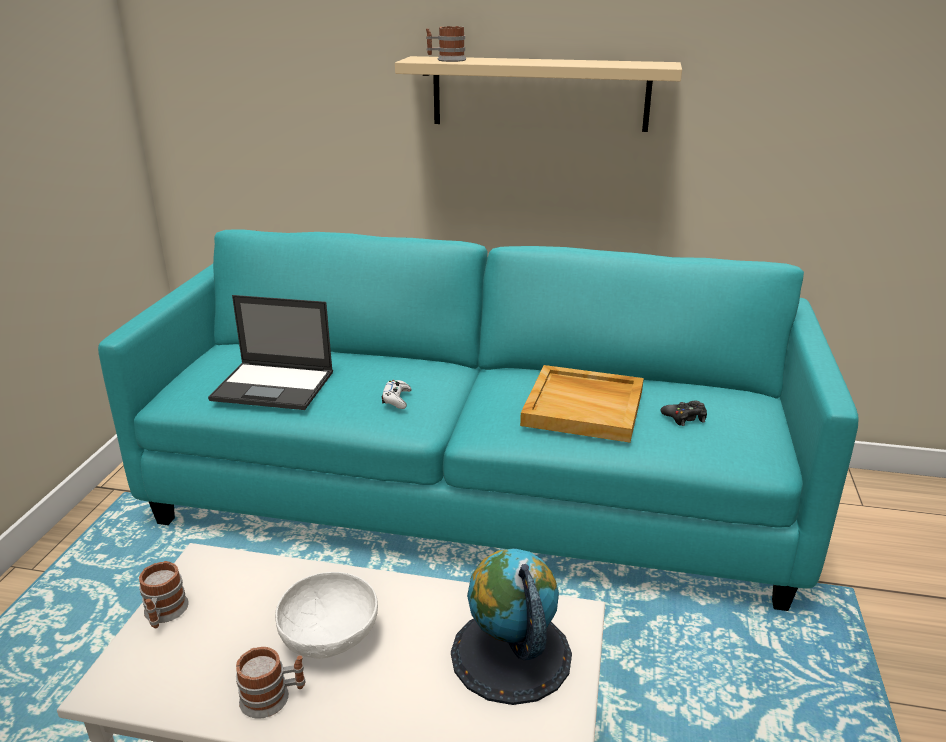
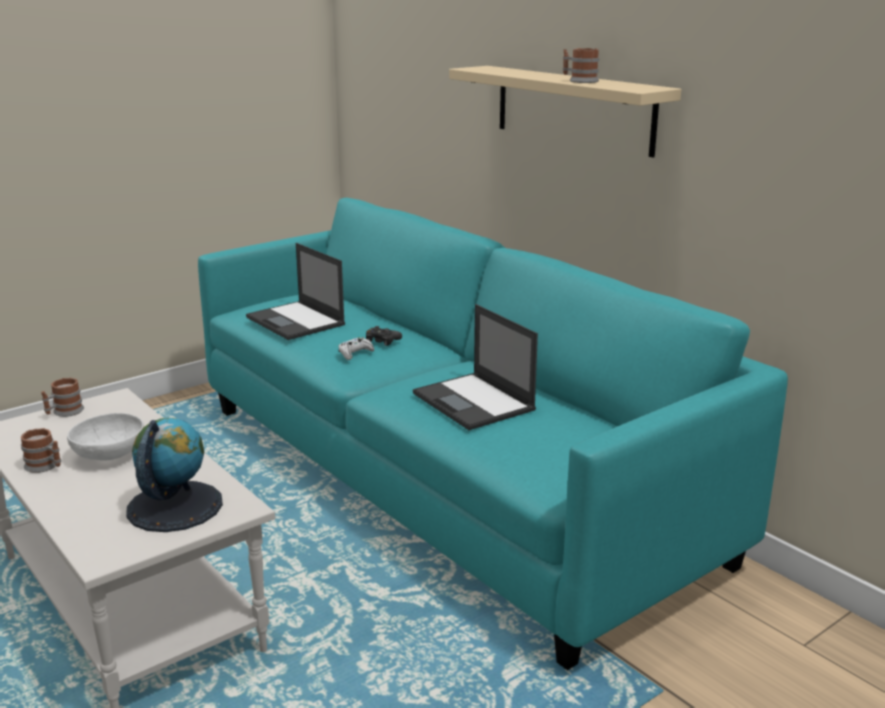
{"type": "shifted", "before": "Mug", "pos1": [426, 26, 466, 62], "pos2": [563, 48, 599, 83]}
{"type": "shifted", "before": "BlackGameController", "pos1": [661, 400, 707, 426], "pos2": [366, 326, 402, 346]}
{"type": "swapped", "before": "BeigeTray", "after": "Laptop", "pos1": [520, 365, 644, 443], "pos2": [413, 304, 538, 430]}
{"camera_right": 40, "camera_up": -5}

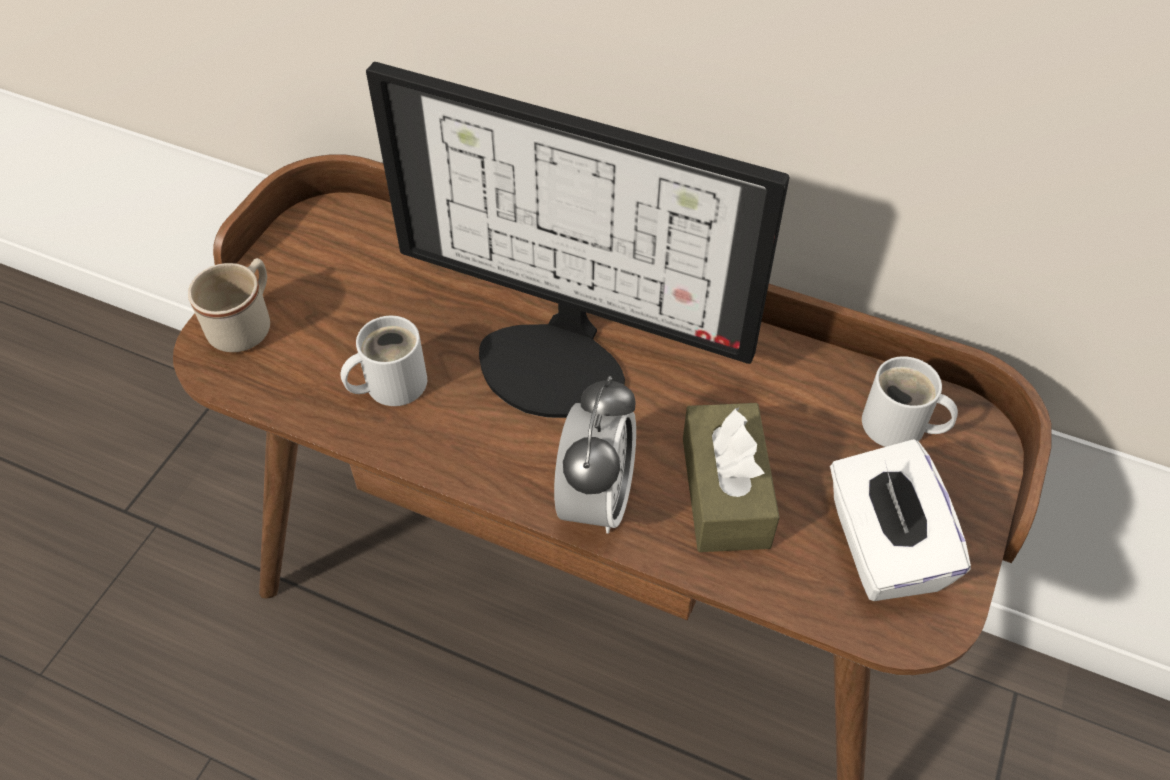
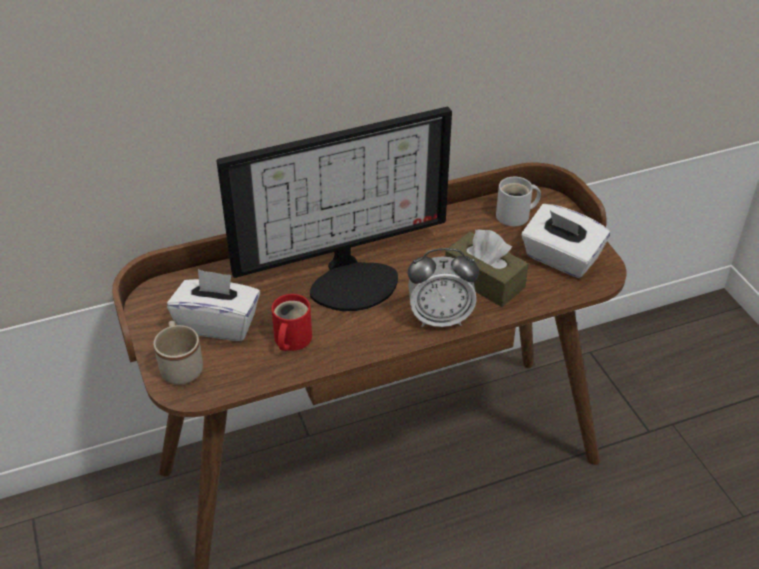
{"type": "new", "after": "WhiteTissueBox", "pos2": [167, 269, 260, 341]}
{"type": "repainted", "before": "WhiteMug", "after": "RedMug", "pos1": [341, 316, 427, 406], "pos2": [271, 294, 312, 351]}
{"type": "rotated", "before": "AlarmClock", "pos1": [554, 376, 636, 534], "pos2": [408, 248, 479, 327], "turn": 120}
{"camera_right": -45, "camera_up": -10}

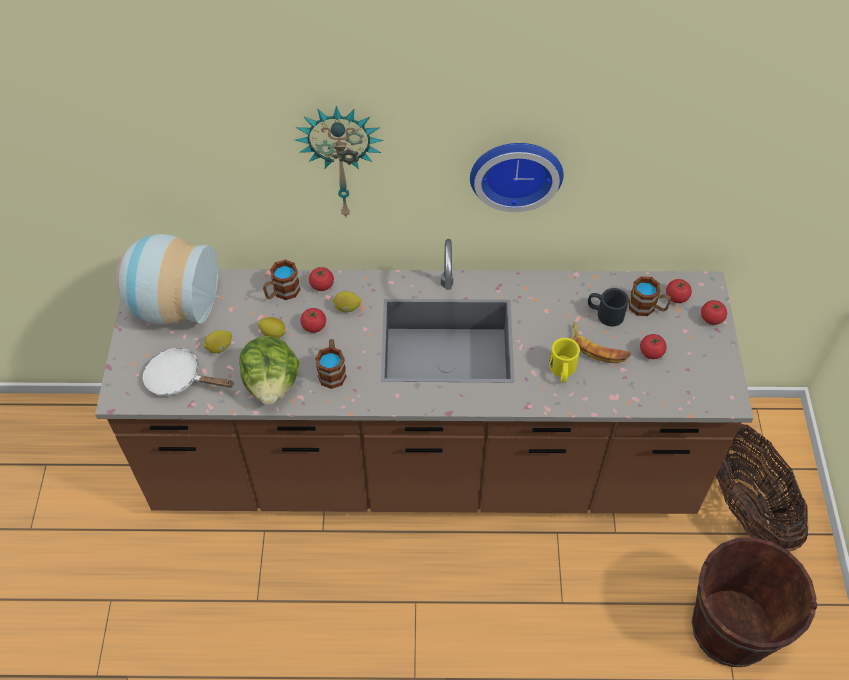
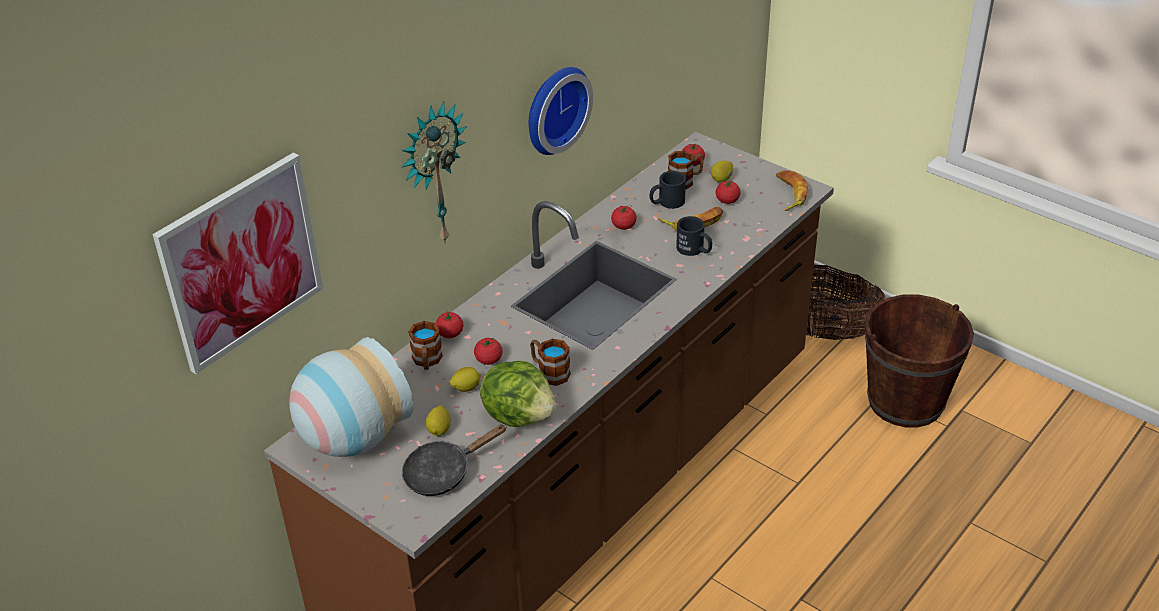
{"type": "new", "after": "Picture", "pos2": [152, 153, 323, 374]}
{"type": "new", "after": "Banana", "pos2": [776, 170, 808, 211]}
{"type": "shifted", "before": "Lemon", "pos1": [333, 291, 361, 312], "pos2": [711, 161, 733, 182]}
{"type": "shifted", "before": "Tomato", "pos1": [701, 300, 727, 325], "pos2": [611, 206, 637, 230]}
{"type": "repainted", "before": "WhiteFryingPan", "after": "BlackFryingPan", "pos1": [143, 348, 234, 396], "pos2": [402, 424, 507, 496]}
{"type": "repainted", "before": "YellowMug", "after": "BlackMug", "pos1": [549, 338, 580, 383], "pos2": [676, 216, 712, 256]}
{"camera_right": -50, "camera_up": -15}

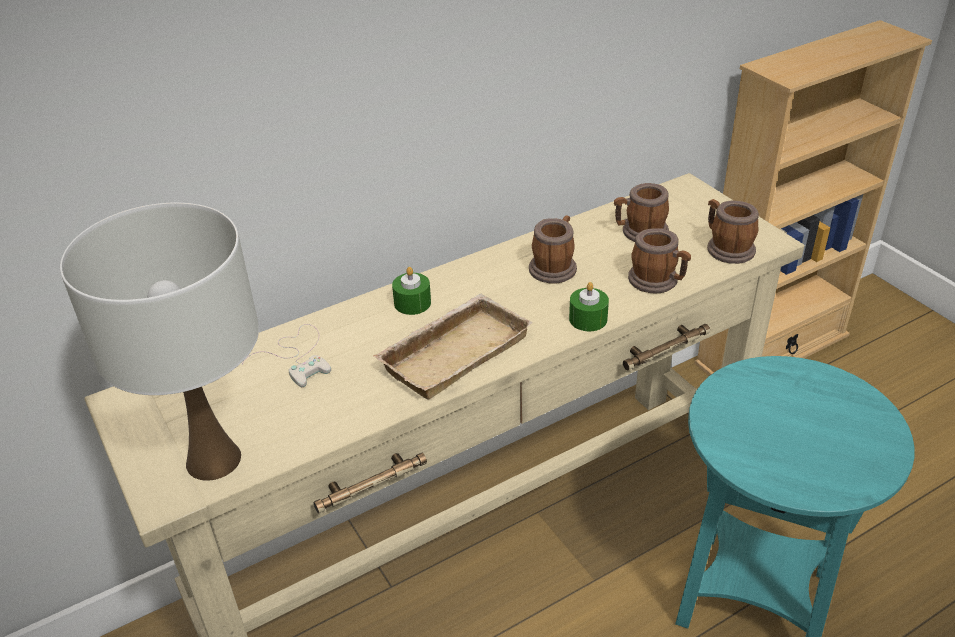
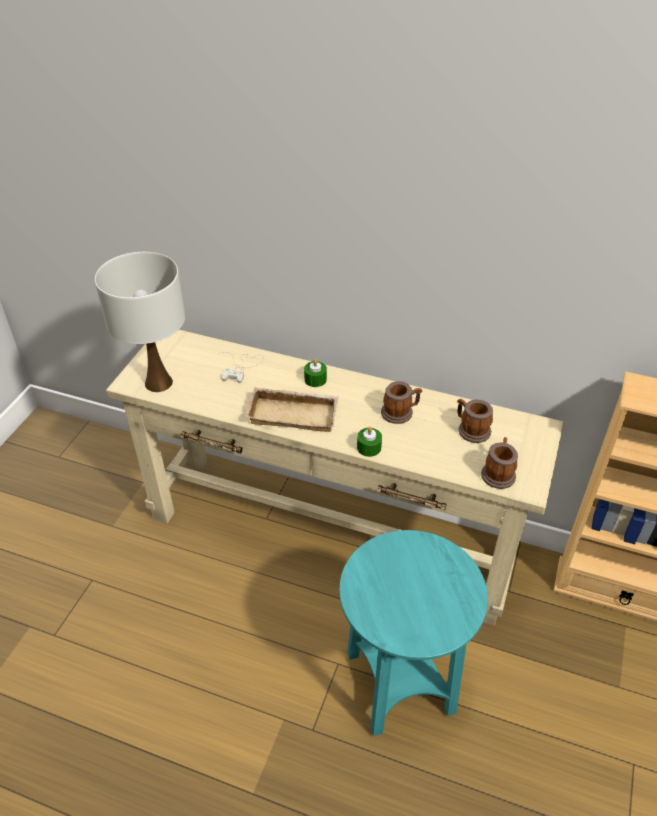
{"type": "gone", "before": "Mug", "pos1": [628, 228, 691, 293]}
{"camera_right": 50, "camera_up": 5}

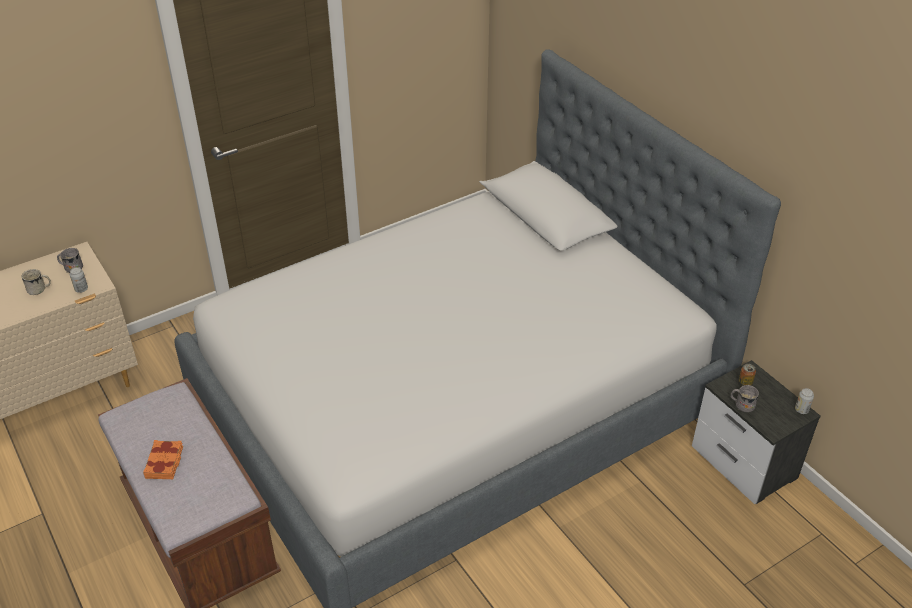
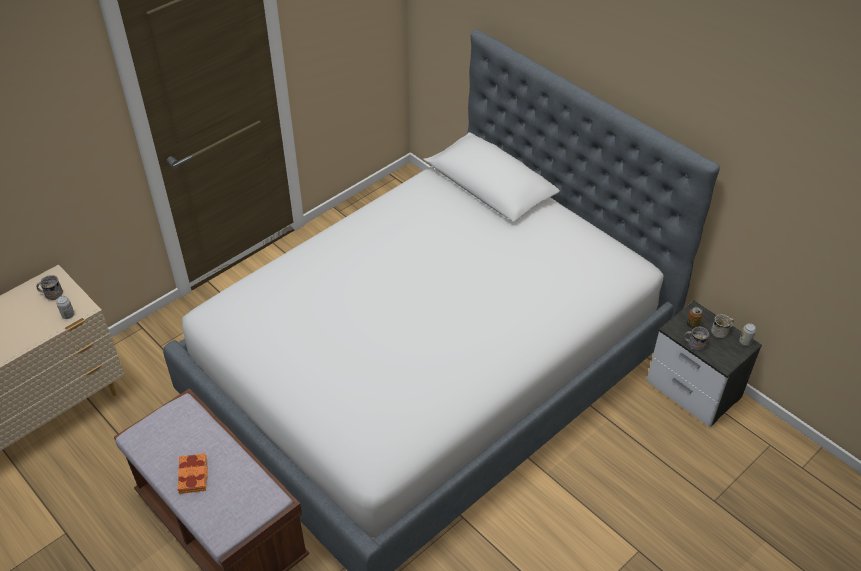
{"type": "shifted", "before": "WhiteMug", "pos1": [21, 269, 51, 295], "pos2": [711, 314, 734, 338]}
{"camera_right": -10, "camera_up": 5}

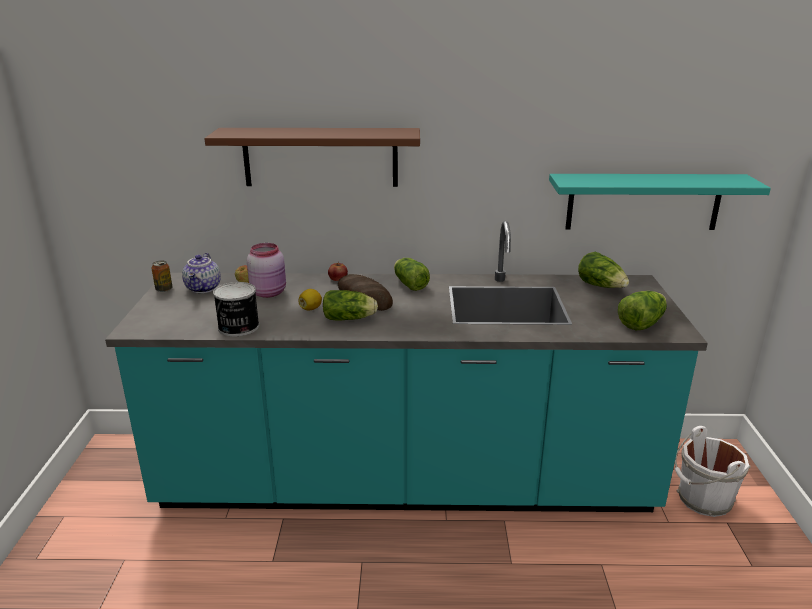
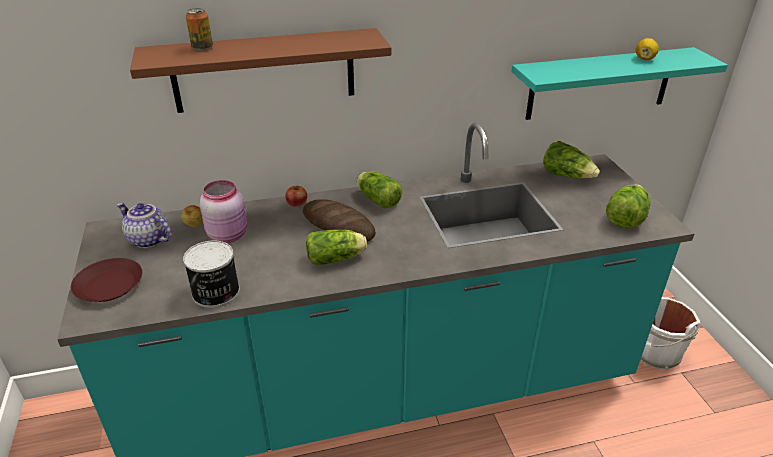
{"type": "new", "after": "BrownPlate", "pos2": [71, 258, 142, 302]}
{"type": "shifted", "before": "Can", "pos1": [151, 260, 173, 292], "pos2": [186, 8, 213, 50]}
{"type": "shifted", "before": "Lemon", "pos1": [299, 289, 322, 311], "pos2": [636, 38, 659, 60]}
{"type": "rotated", "before": "Teapot", "pos1": [182, 253, 221, 293], "pos2": [117, 203, 172, 248], "turn": 135}
{"camera_right": -15, "camera_up": 10}

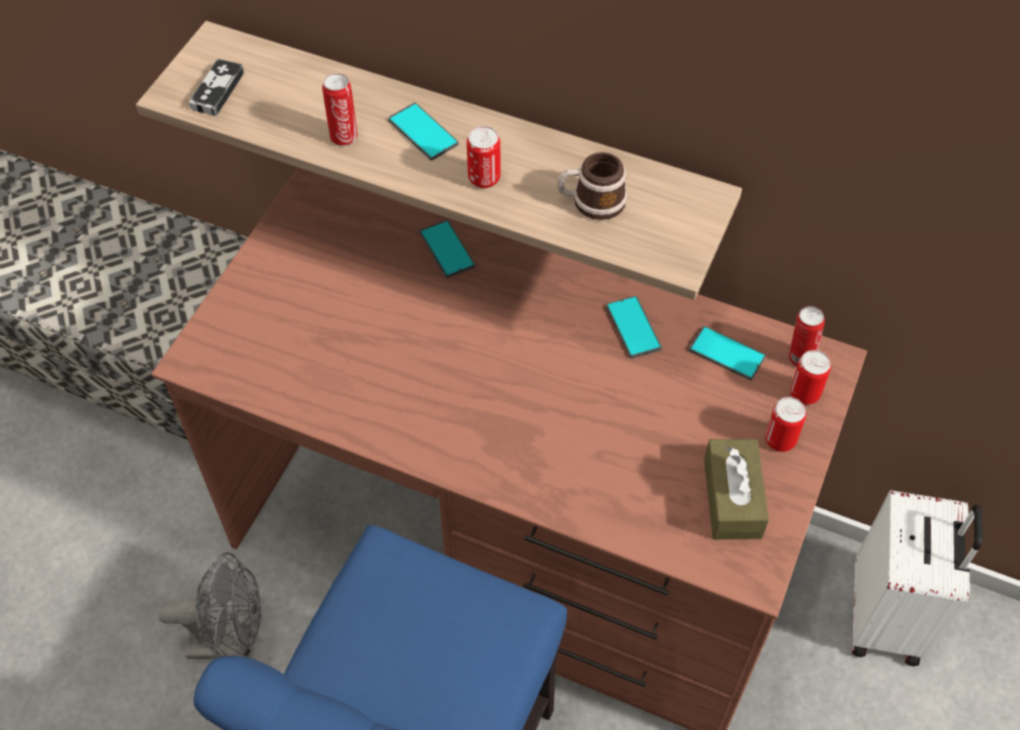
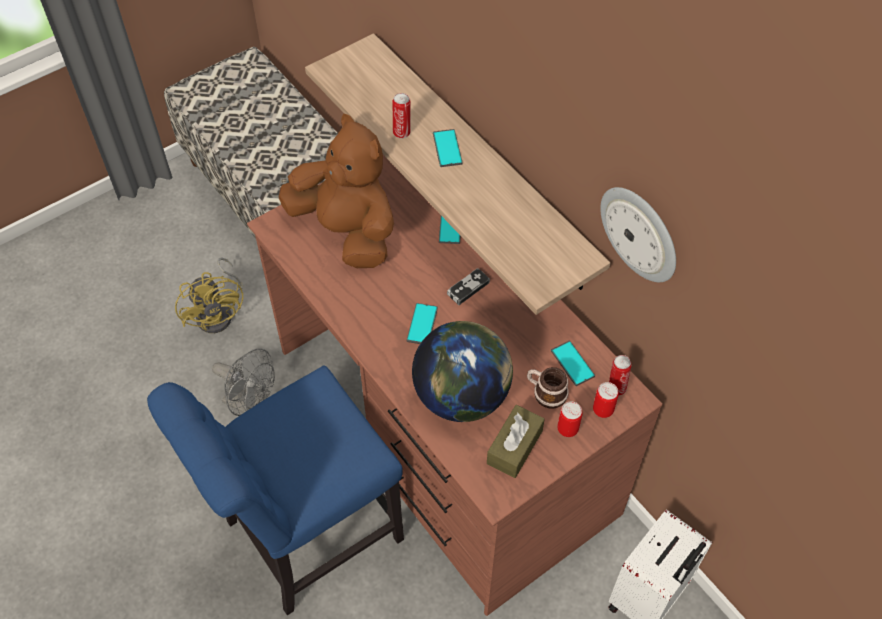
{"type": "gone", "before": "Can", "pos1": [467, 126, 501, 188]}
{"type": "new", "after": "YellowFan", "pos2": [175, 257, 243, 333]}
{"type": "new", "after": "BrownPlushToy", "pos2": [278, 114, 394, 268]}
{"type": "new", "after": "Globe", "pos2": [412, 321, 513, 422]}
{"type": "new", "after": "WallClock", "pos2": [600, 187, 676, 282]}
{"type": "shifted", "before": "GameController", "pos1": [189, 59, 244, 116], "pos2": [447, 268, 490, 305]}
{"type": "shifted", "before": "Mug", "pos1": [557, 152, 627, 220], "pos2": [527, 367, 568, 409]}
{"type": "shifted", "before": "Phone", "pos1": [606, 296, 662, 359], "pos2": [407, 303, 438, 344]}
{"camera_right": 30, "camera_up": 0}

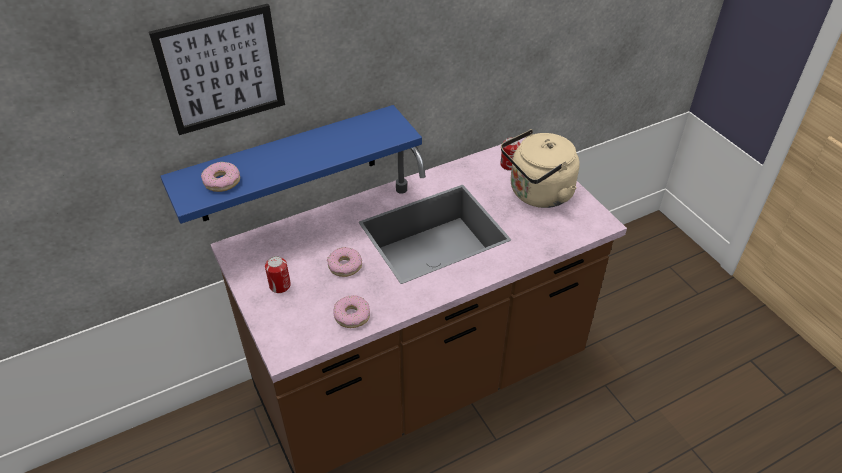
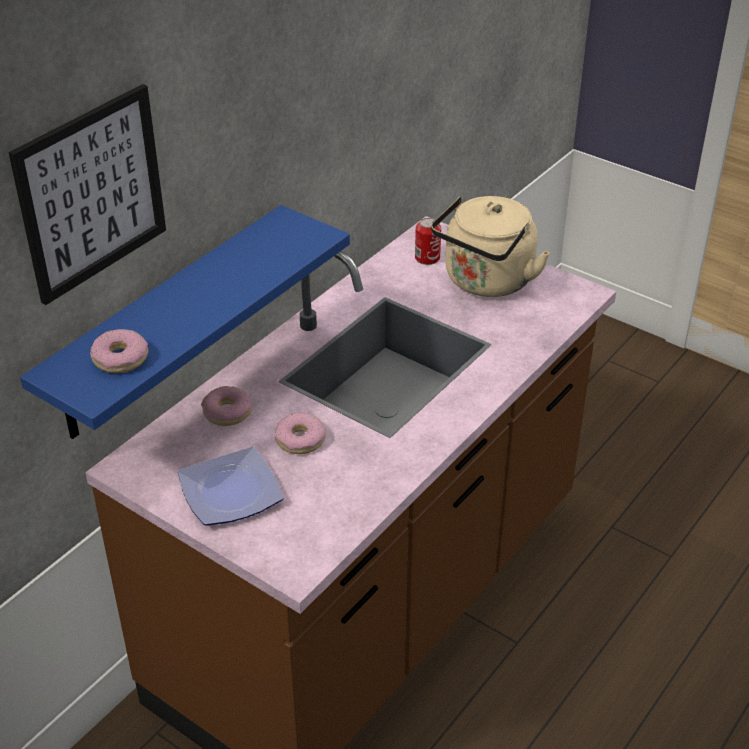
{"type": "shifted", "before": "Donut", "pos1": [334, 295, 370, 328], "pos2": [201, 386, 252, 426]}
{"type": "swapped", "before": "Can", "after": "Plate", "pos1": [265, 256, 291, 293], "pos2": [178, 447, 284, 525]}
{"camera_right": -25, "camera_up": -5}

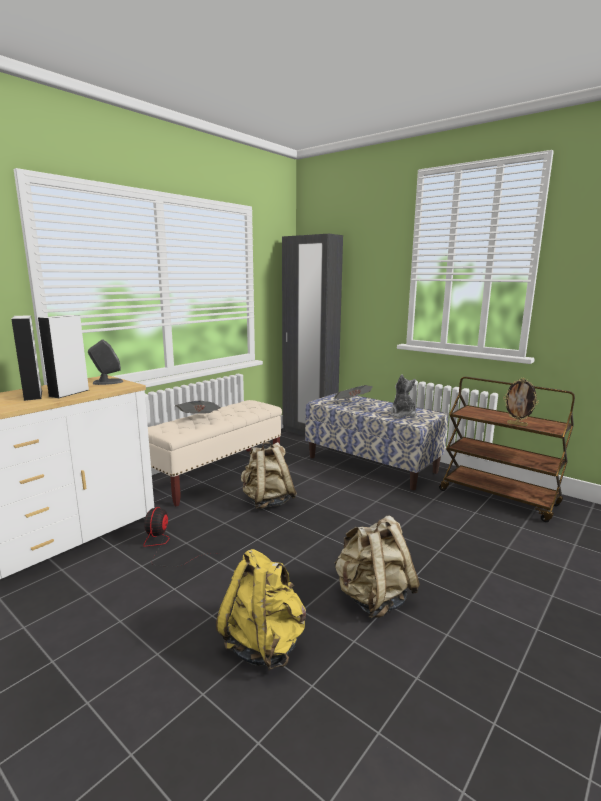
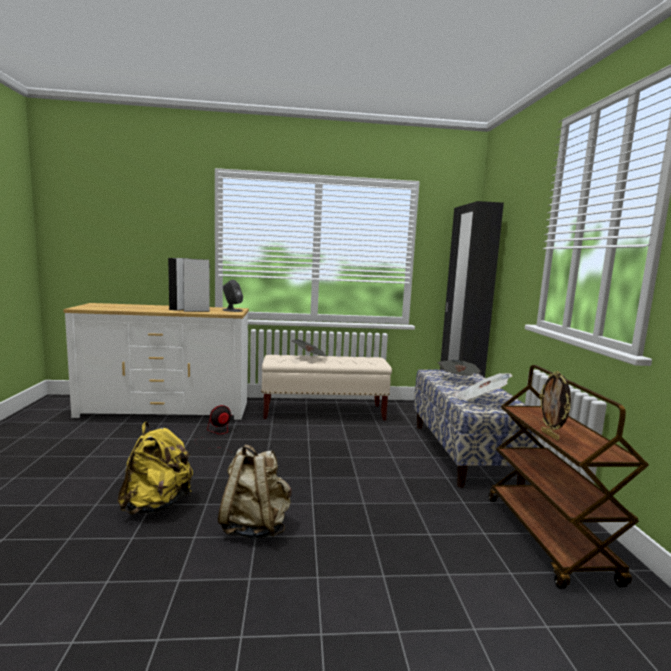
{"type": "gone", "before": "BeigeBackpack", "pos1": [241, 442, 297, 509]}
{"type": "swapped", "before": "PlushToy", "after": "Newspaper", "pos1": [389, 374, 417, 418], "pos2": [455, 373, 512, 401]}
{"camera_right": 45, "camera_up": -5}

